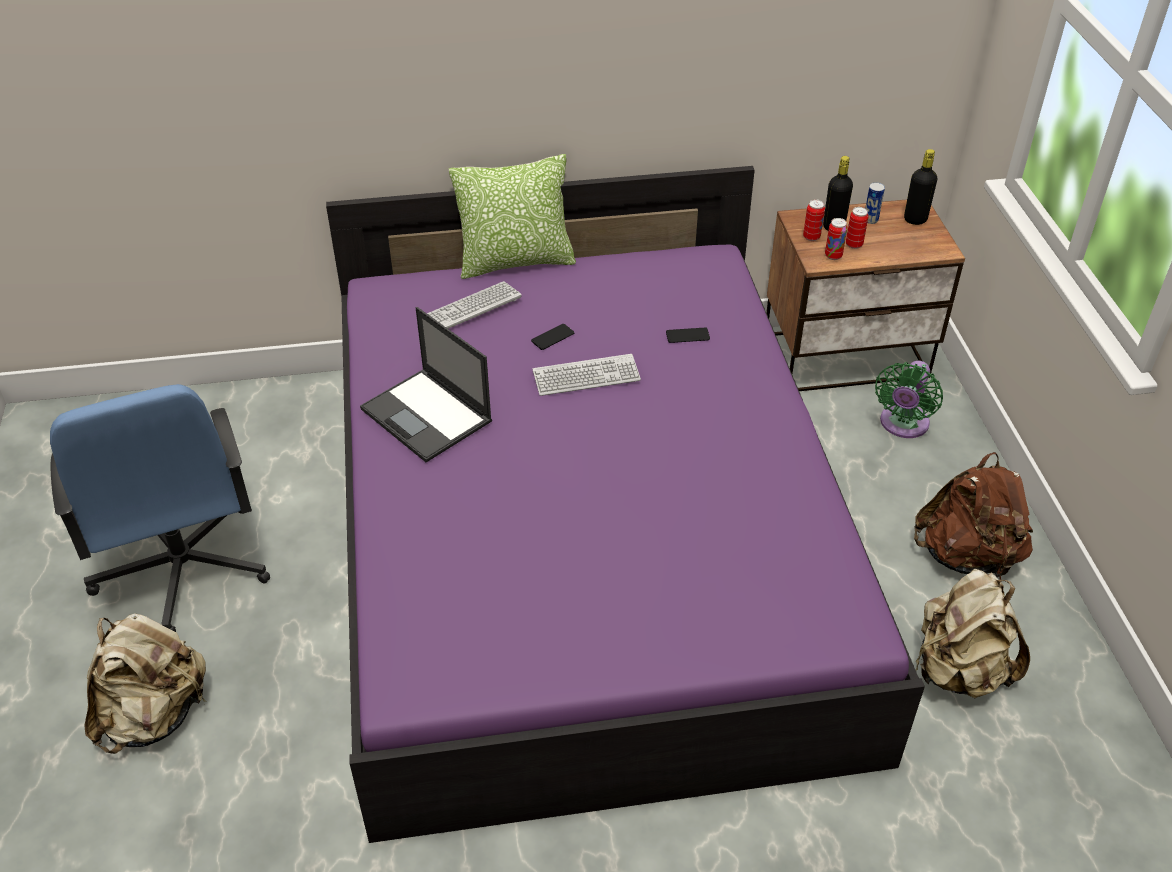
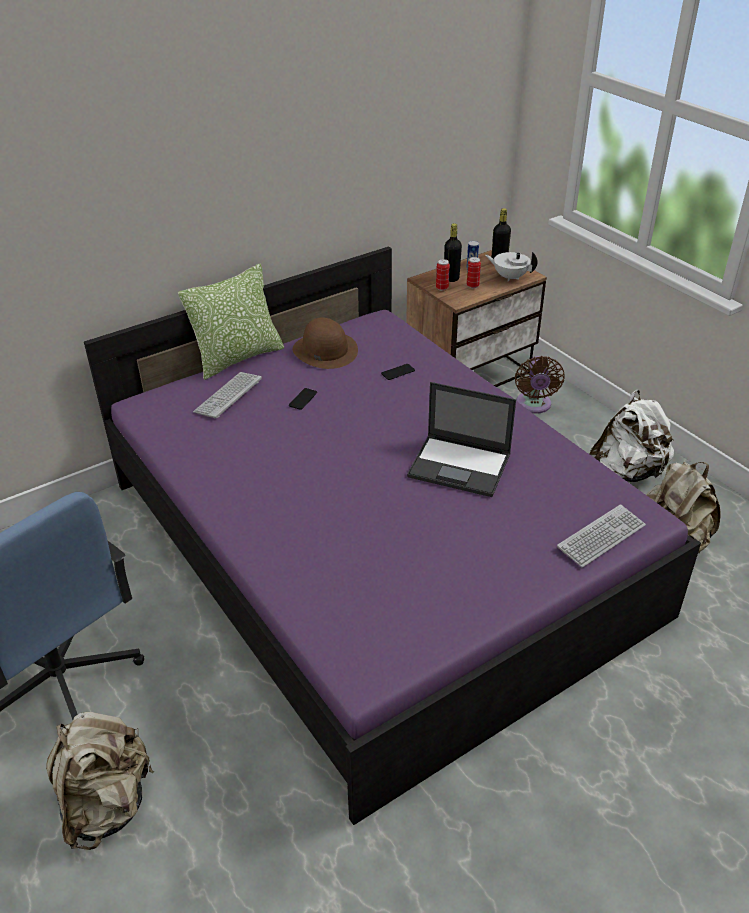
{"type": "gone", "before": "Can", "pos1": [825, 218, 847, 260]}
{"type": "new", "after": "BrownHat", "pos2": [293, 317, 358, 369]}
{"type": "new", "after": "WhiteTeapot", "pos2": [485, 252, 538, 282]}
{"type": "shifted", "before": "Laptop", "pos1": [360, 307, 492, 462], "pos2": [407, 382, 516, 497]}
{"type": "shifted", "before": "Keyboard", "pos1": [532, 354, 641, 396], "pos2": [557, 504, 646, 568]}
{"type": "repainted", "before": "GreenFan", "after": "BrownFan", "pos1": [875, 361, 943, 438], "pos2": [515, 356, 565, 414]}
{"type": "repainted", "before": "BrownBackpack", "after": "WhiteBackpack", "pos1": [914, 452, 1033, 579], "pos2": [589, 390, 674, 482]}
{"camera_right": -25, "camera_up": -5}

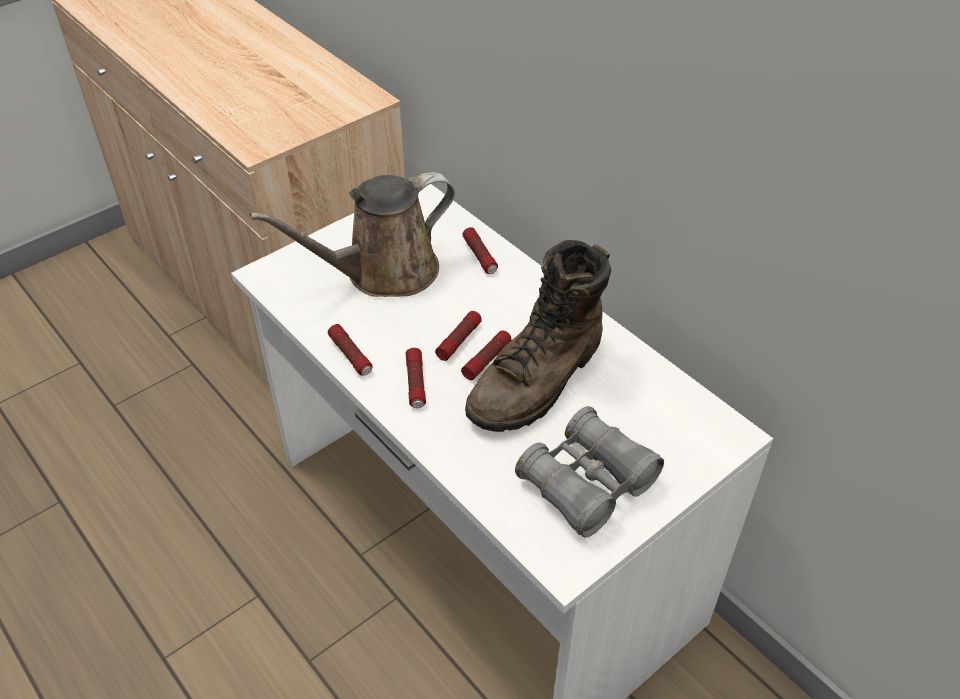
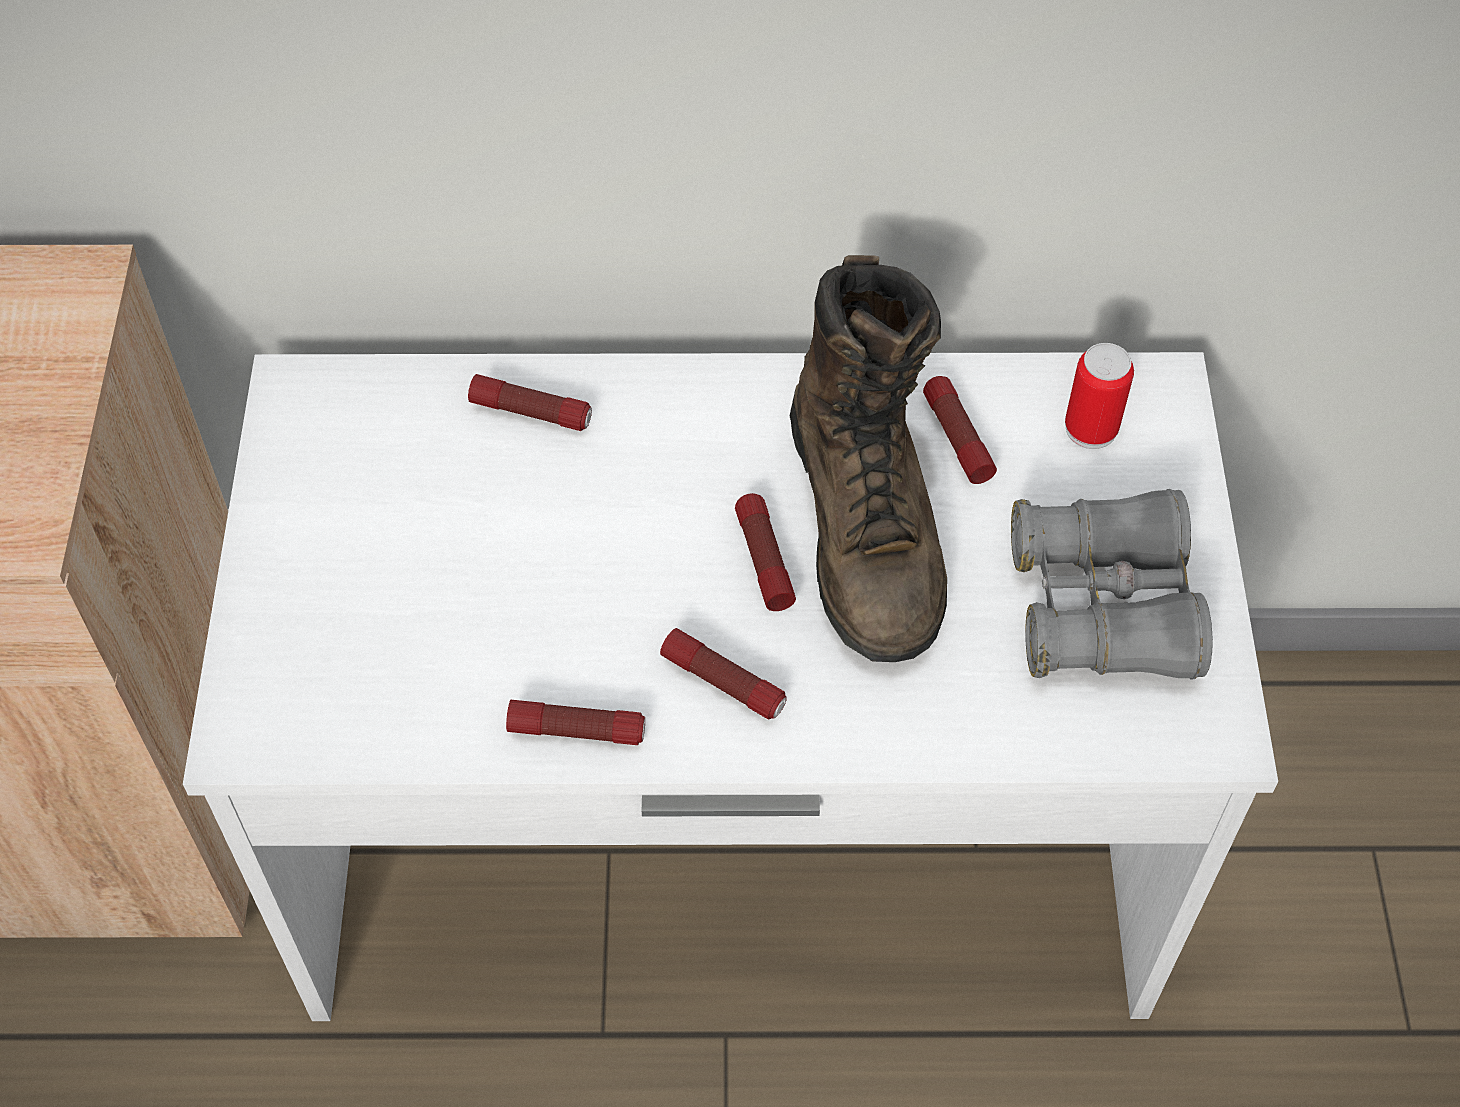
{"type": "gone", "before": "BrownWateringCan", "pos1": [250, 172, 455, 297]}
{"type": "new", "after": "Can", "pos2": [1065, 343, 1134, 449]}
{"type": "shifted", "before": "Flashlight", "pos1": [435, 311, 482, 361], "pos2": [923, 376, 997, 484]}
{"camera_right": -50, "camera_up": 10}

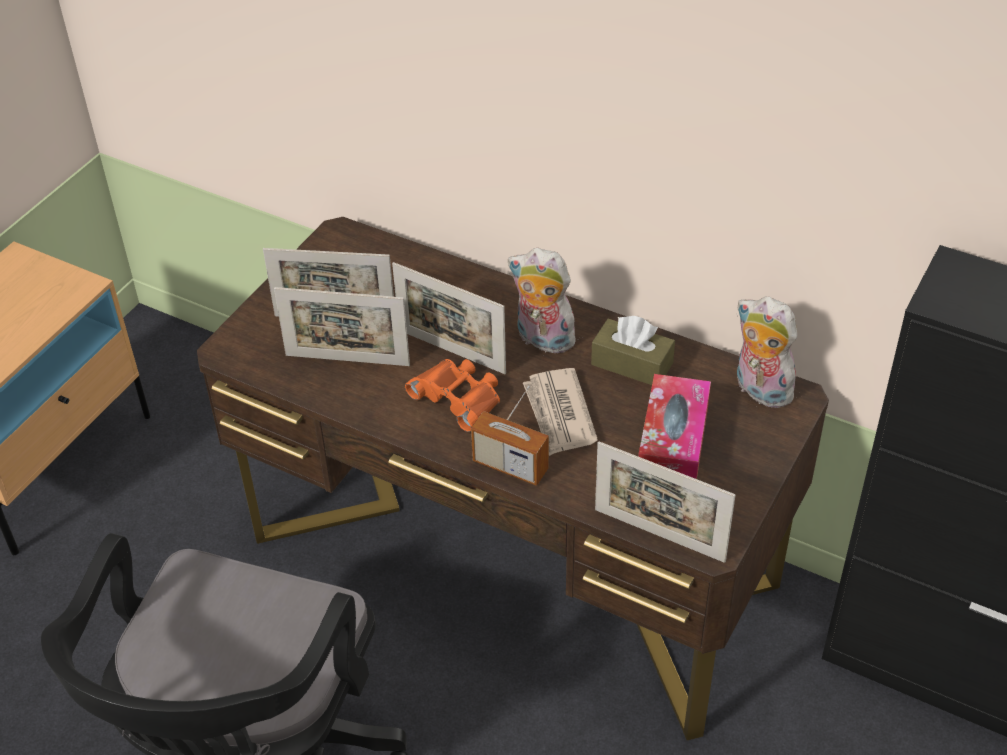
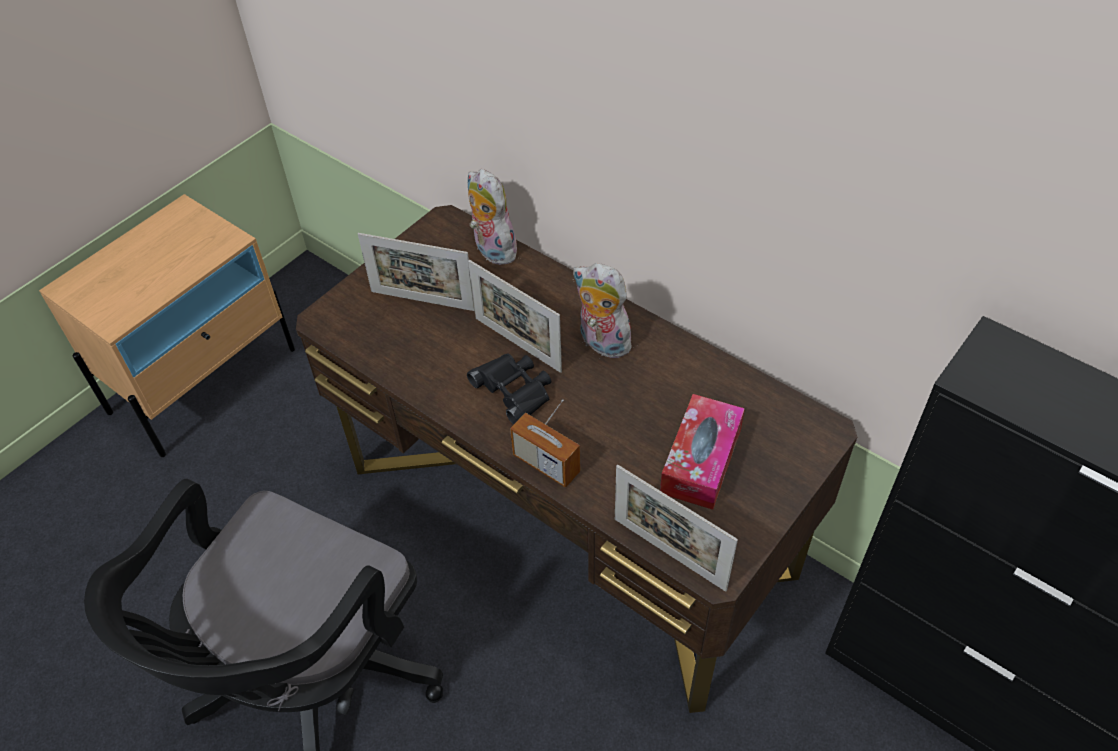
{"type": "gone", "before": "PictureFrame", "pos1": [274, 287, 410, 366]}
{"type": "gone", "before": "Newspaper", "pos1": [523, 368, 598, 456]}
{"type": "gone", "before": "BrownTissueBox", "pos1": [591, 316, 675, 385]}
{"type": "shifted", "before": "PlushToy", "pos1": [736, 296, 797, 408], "pos2": [468, 169, 517, 265]}
{"type": "repainted", "before": "OrangeBinoculars", "after": "BlackBinoculars", "pos1": [405, 359, 500, 432], "pos2": [467, 354, 551, 425]}
{"camera_right": 10, "camera_up": 5}

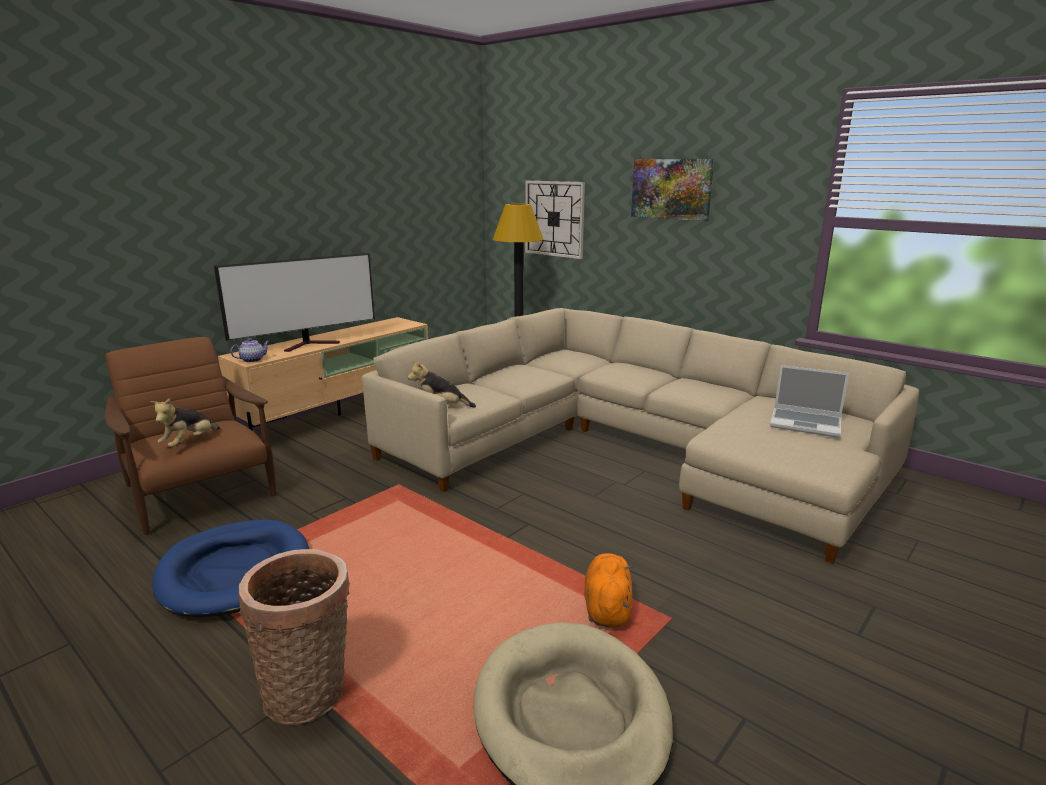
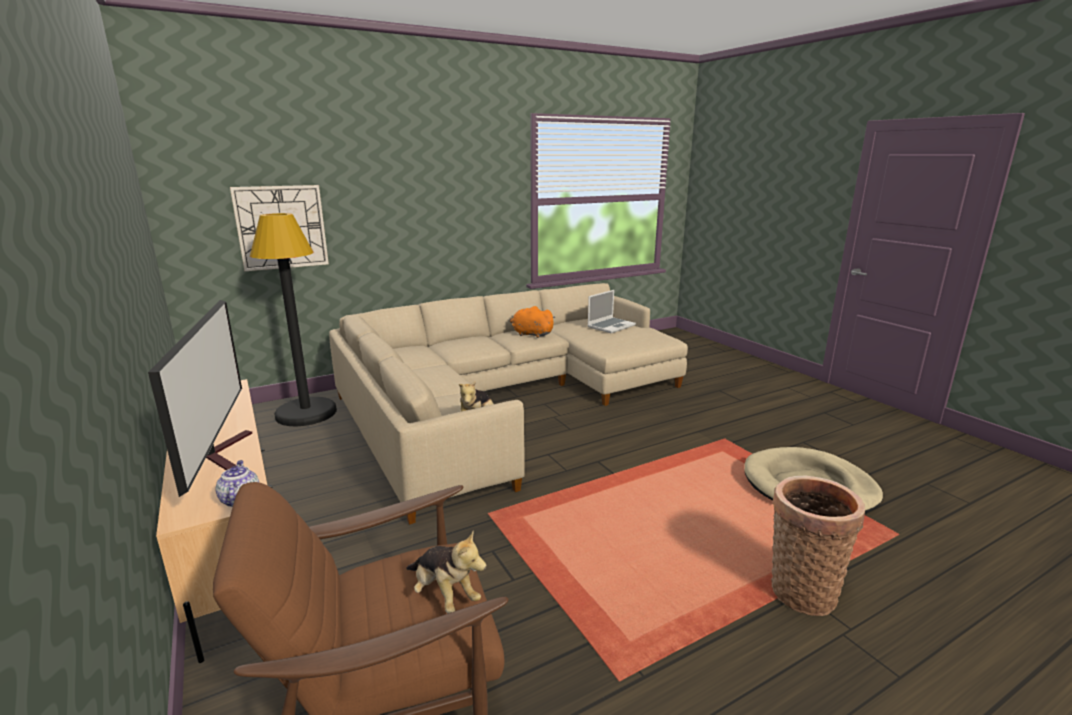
{"type": "gone", "before": "BlueDogBed", "pos1": [153, 520, 309, 618]}
{"type": "gone", "before": "Picture", "pos1": [631, 159, 714, 221]}
{"type": "shifted", "before": "OrangePlushToy", "pos1": [584, 553, 633, 628], "pos2": [509, 306, 555, 338]}
{"camera_right": -70, "camera_up": 0}

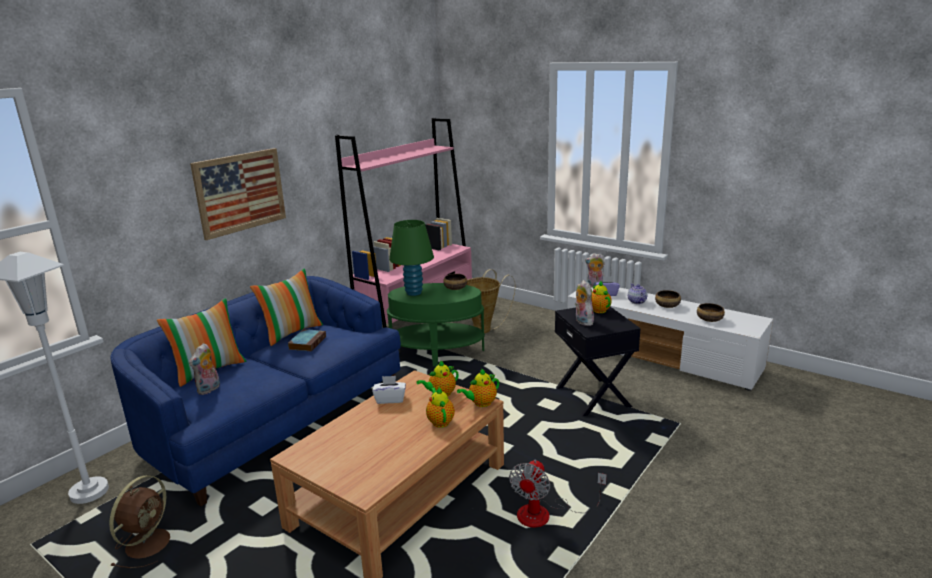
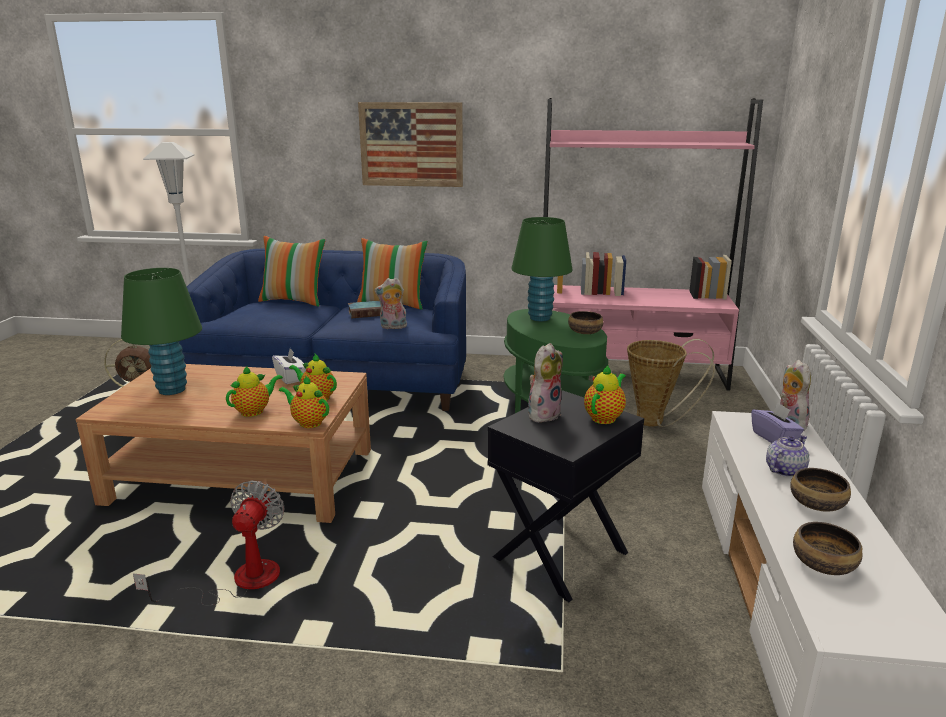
{"type": "new", "after": "GreenTableLamp", "pos2": [121, 268, 202, 395]}
{"type": "shifted", "before": "PlushToy", "pos1": [189, 343, 220, 395], "pos2": [374, 278, 407, 329]}
{"type": "rotated", "before": "Fan", "pos1": [509, 459, 607, 527], "pos2": [133, 481, 285, 606], "turn": 105}
{"camera_right": 60, "camera_up": 0}

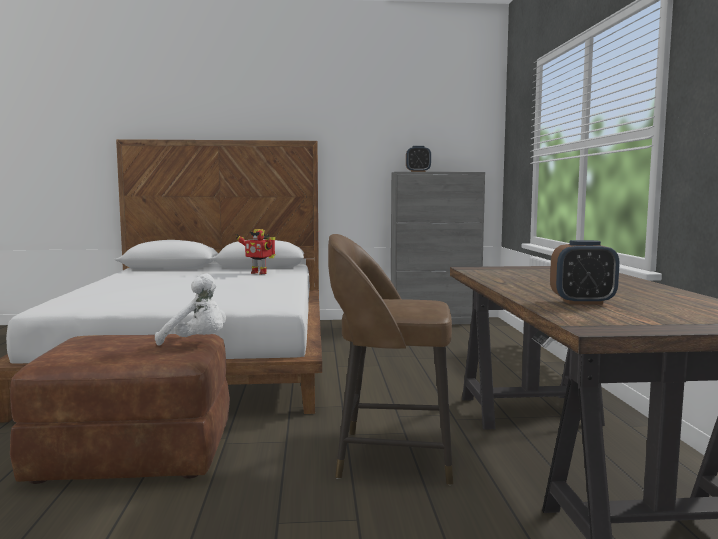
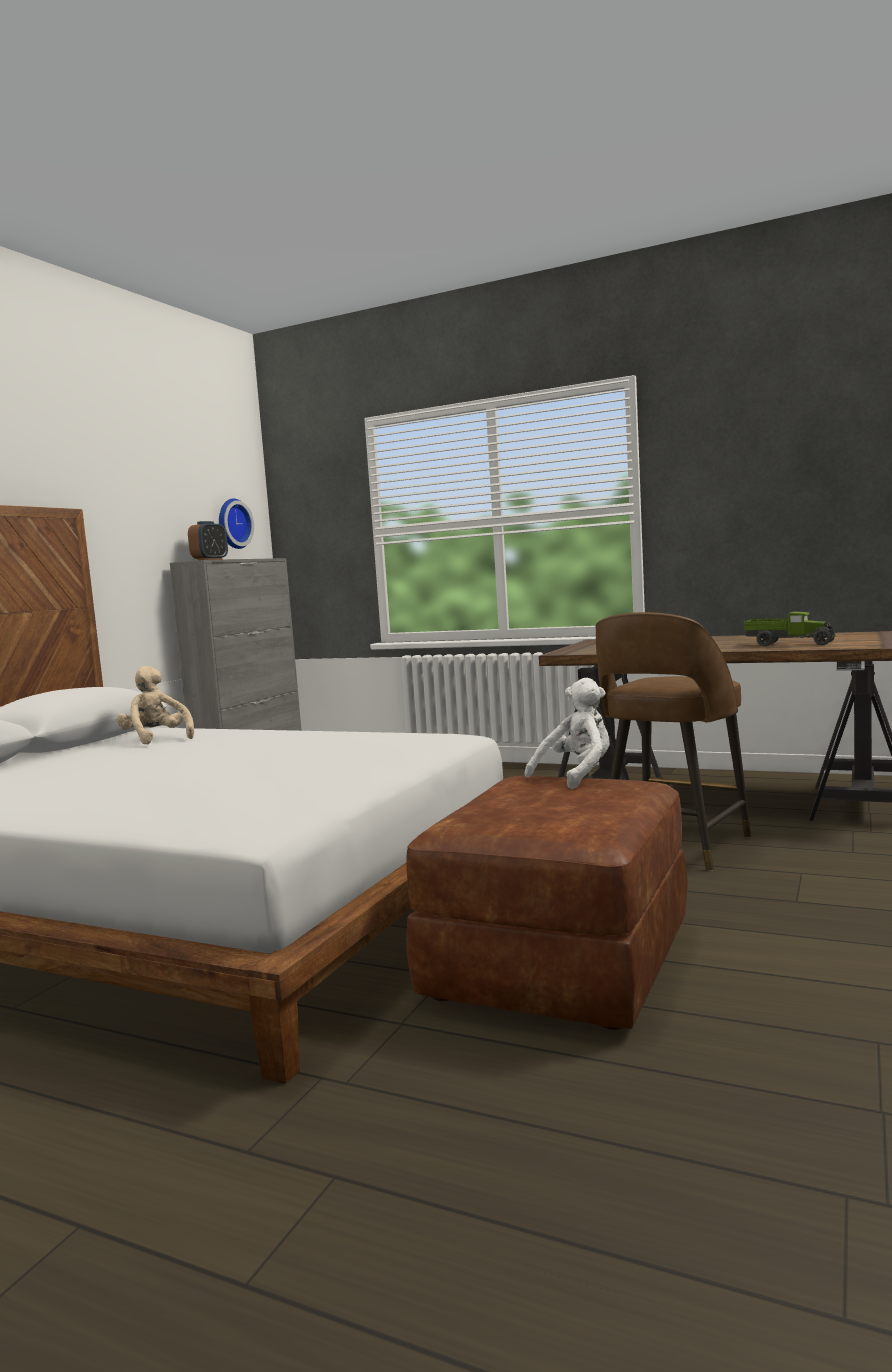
{"type": "new", "after": "WallClock", "pos2": [219, 498, 254, 549]}
{"type": "swapped", "before": "ToyRobot", "after": "BeigePlushToy", "pos1": [235, 229, 276, 274], "pos2": [116, 666, 194, 745]}
{"type": "swapped", "before": "AlarmClock", "after": "ToyTruck", "pos1": [550, 240, 620, 305], "pos2": [743, 611, 836, 646]}
{"camera_right": -60, "camera_up": 0}

